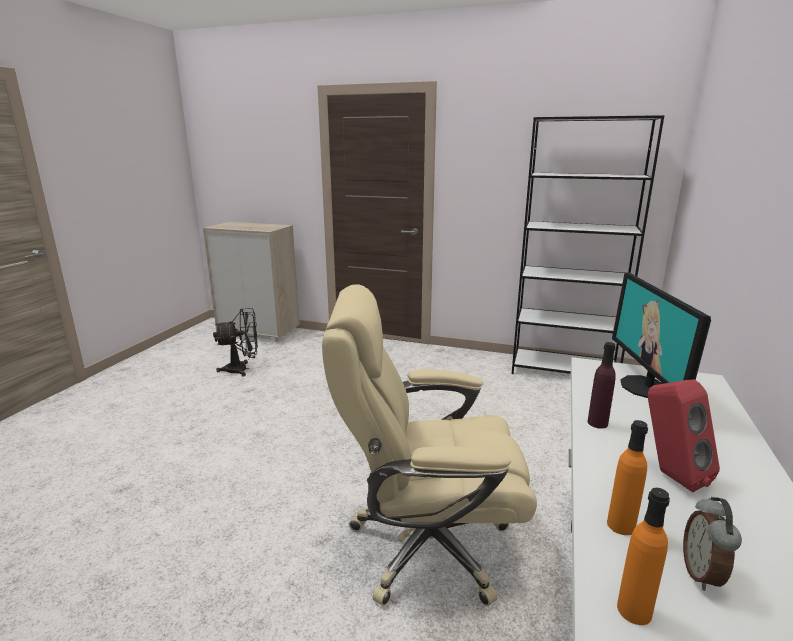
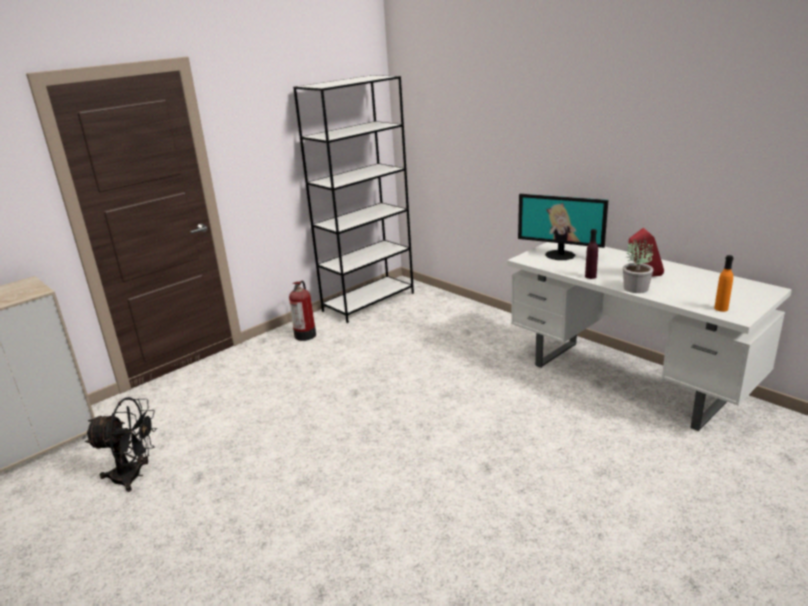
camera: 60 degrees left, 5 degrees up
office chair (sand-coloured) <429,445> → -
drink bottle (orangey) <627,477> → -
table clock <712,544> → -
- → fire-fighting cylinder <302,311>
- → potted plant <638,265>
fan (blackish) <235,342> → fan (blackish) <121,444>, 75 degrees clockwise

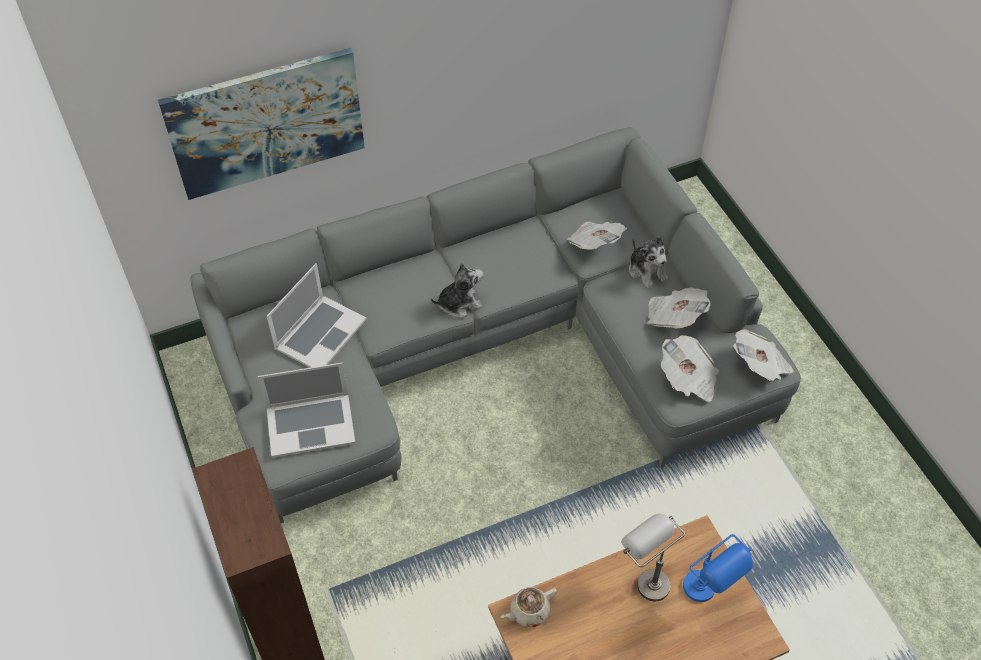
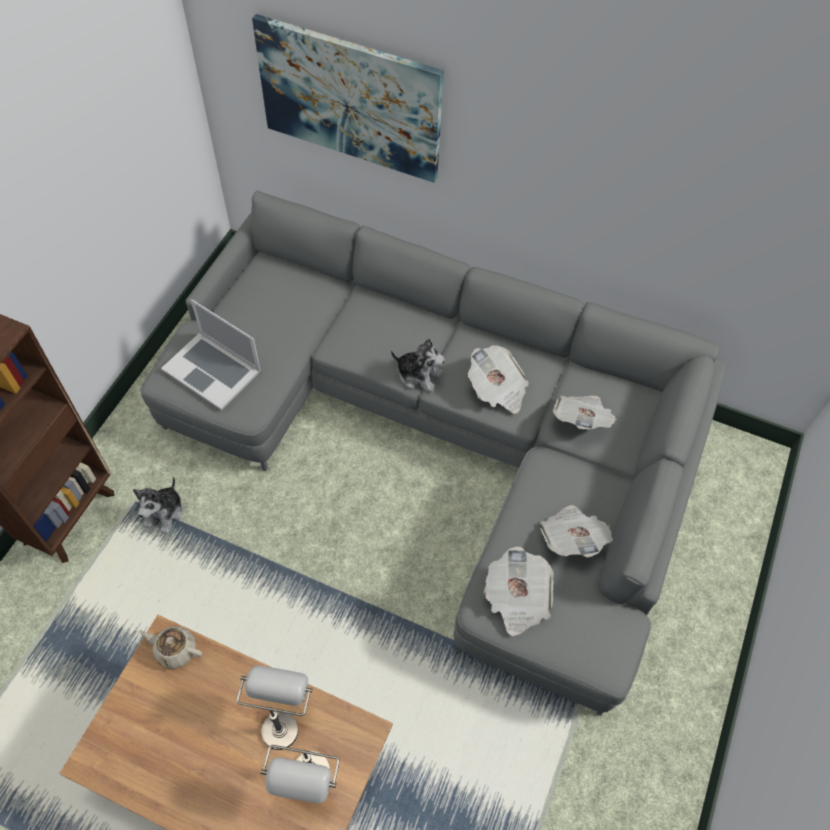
camera: 45 degrees right, 5 degrees up
notebook computer <317,315> → -
plush toy <648,262> → plush toy <158,505>, relocated
daily paper <763,355> → daily paper <498,379>, relocated
lamp for a table (bluish) <718,568> → lamp for a table (grey) <299,774>

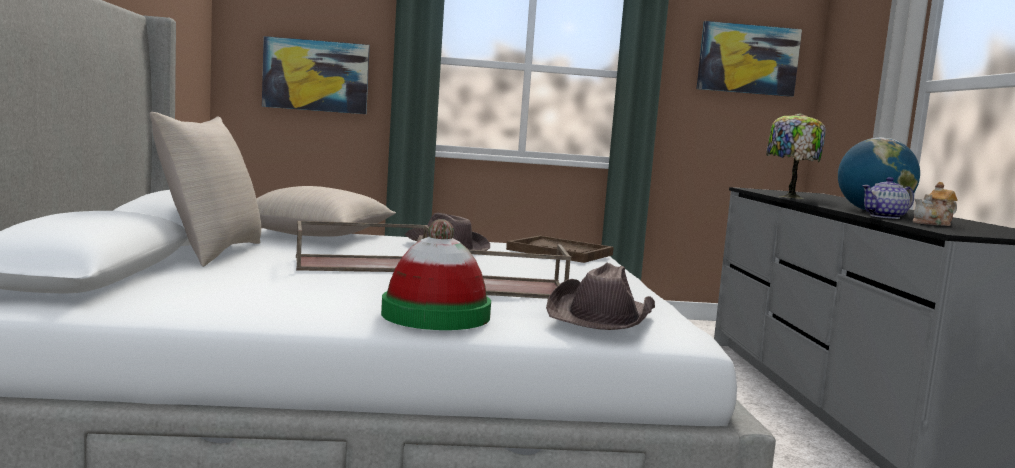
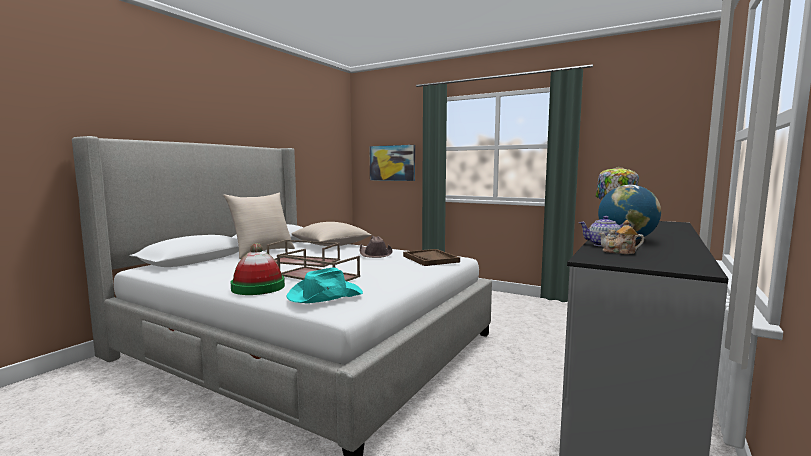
camera: 35 degrees right, 0 degrees up
wall picture <749,59> → -
hat (brown) <600,296> → hat (turquoise) <324,285>

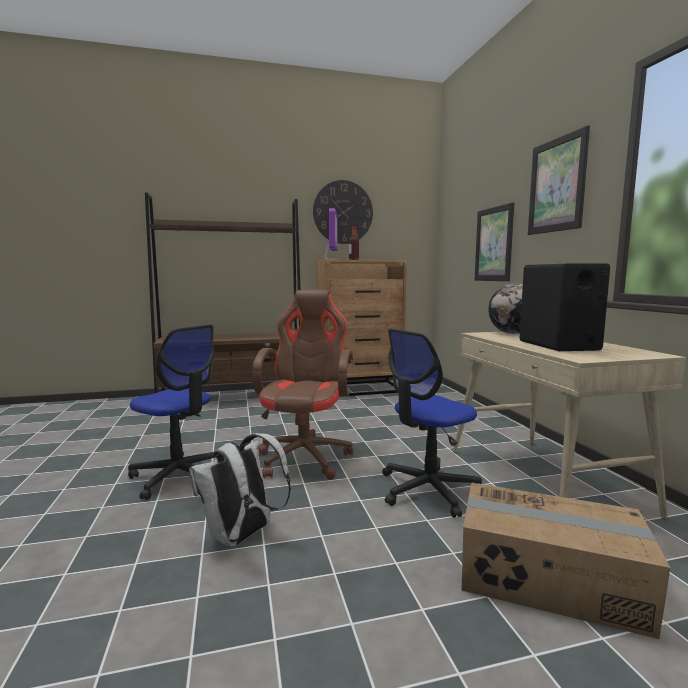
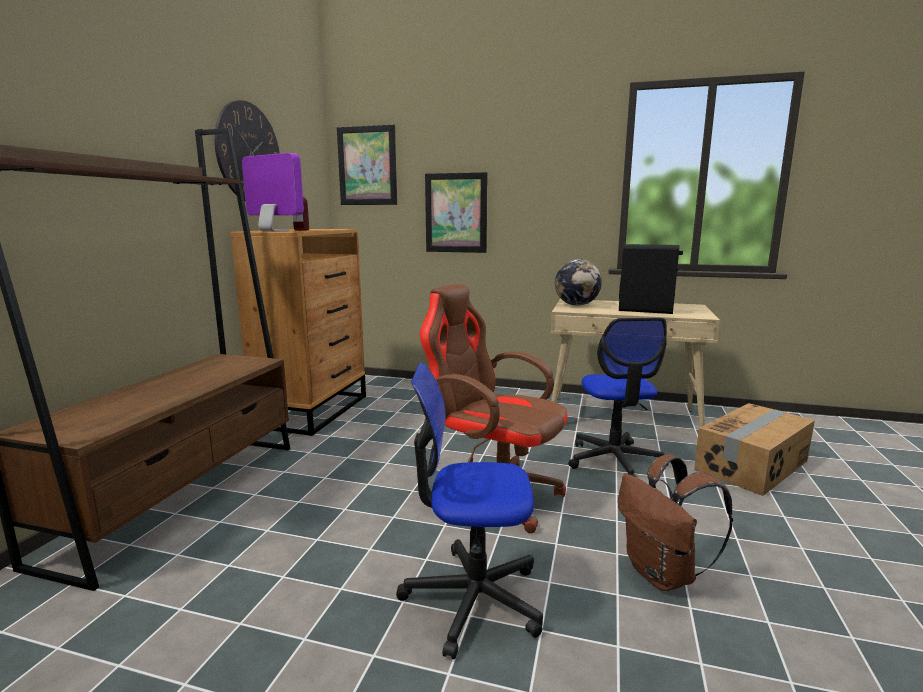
camera: 60 degrees left, 5 degrees up
wall picture <559,180> → wall picture <367,165>, relocated
backpack (white-coloured) <240,490> → backpack (brown) <675,522>
office chair <171,412> → office chair <469,510>, 150 degrees counterclockwise

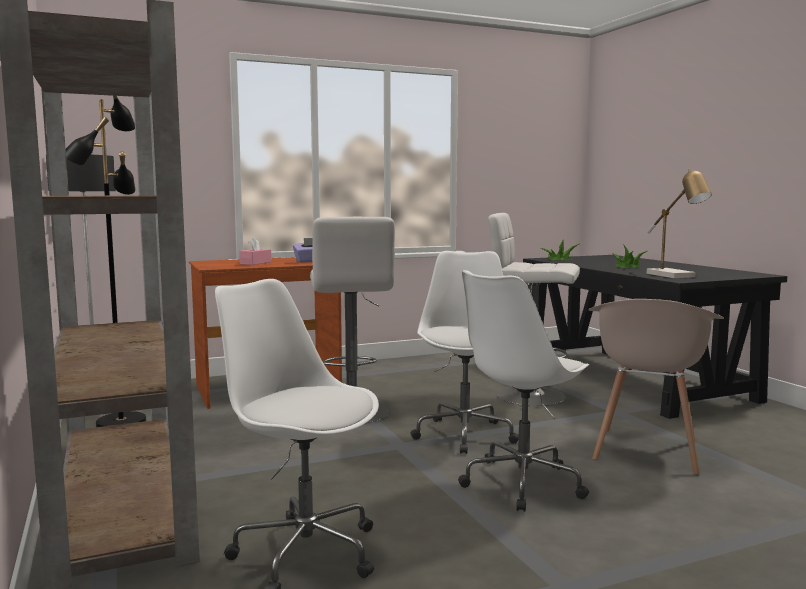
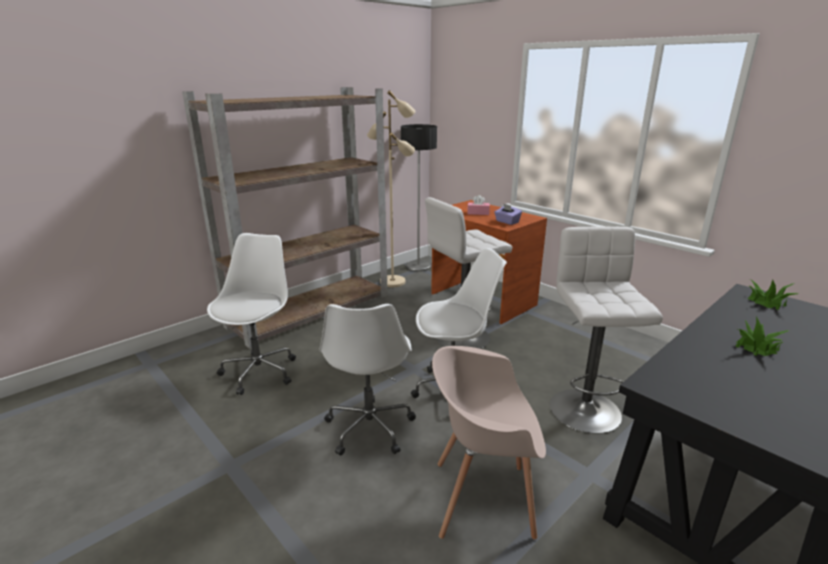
camera: 70 degrees right, 15 degrees up
lamp for a table <679,223> → -
floor lamp (blackish) <106,261> → floor lamp (sand-coloured) <391,188>
office chair (white-coloured) <523,390> → office chair (white-coloured) <367,380>, 120 degrees counterclockwise

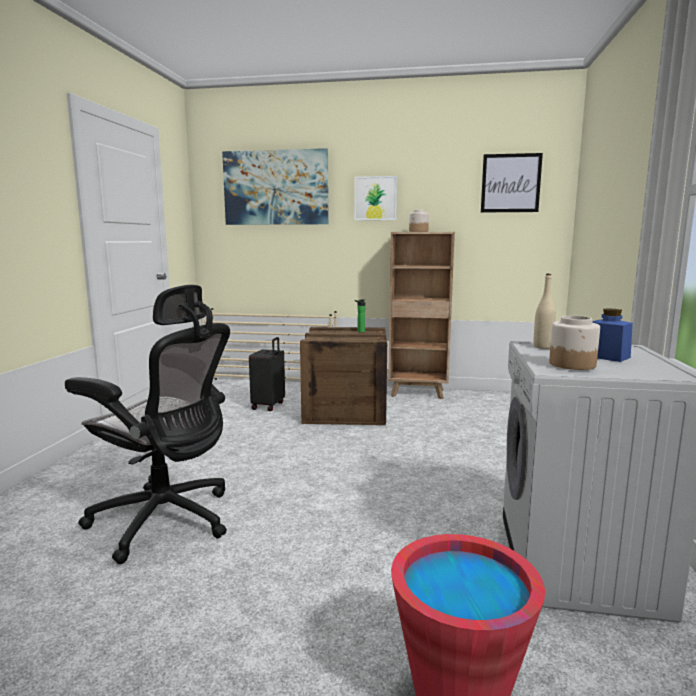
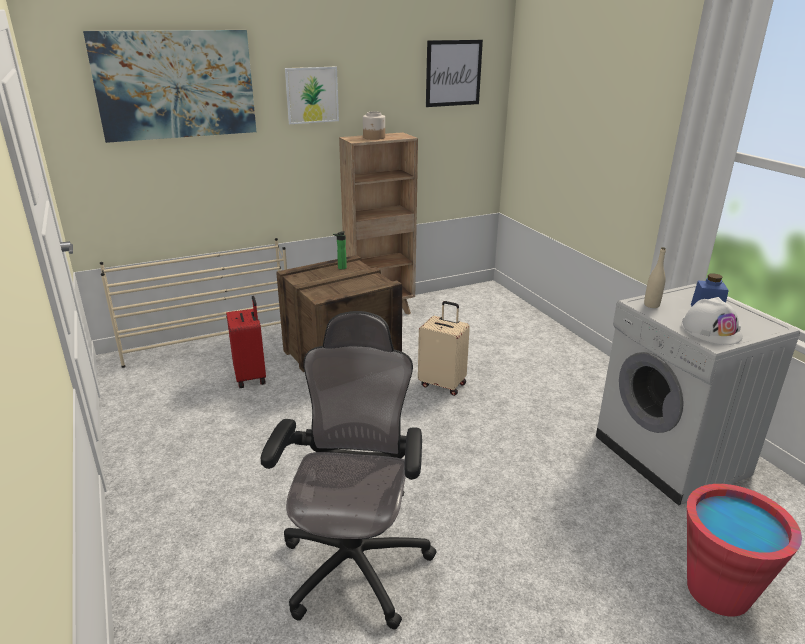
camera: 35 degrees left, 15 degrees up
- → suitcase (sand-coloured) <444,348>
preserve jar <574,343> → work helmet (white-coloured) <712,321>
suitcase (blackish) <267,374> → suitcase (red) <246,342>
office chair <147,424> → office chair <348,470>, 75 degrees counterclockwise

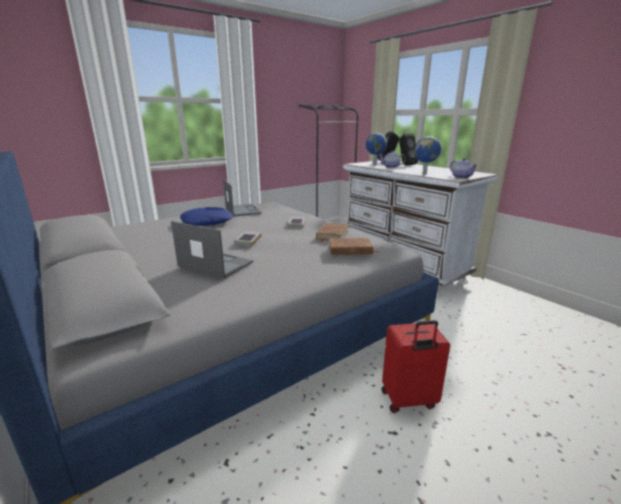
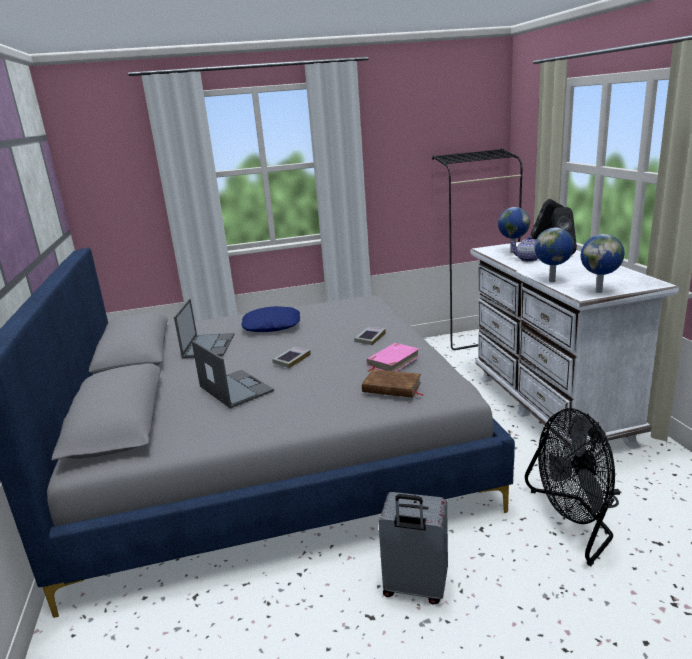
camera: 25 degrees right, 0 degrees up
- → fan (blackish) <573,487>
notebook computer <242,198> → notebook computer <204,328>, relocated
tea pot <464,168> → world globe <602,263>
volume (brown) <332,232> → volume (pink-coloured) <393,357>
suitcase (red) <415,366> → suitcase (grey) <413,548>

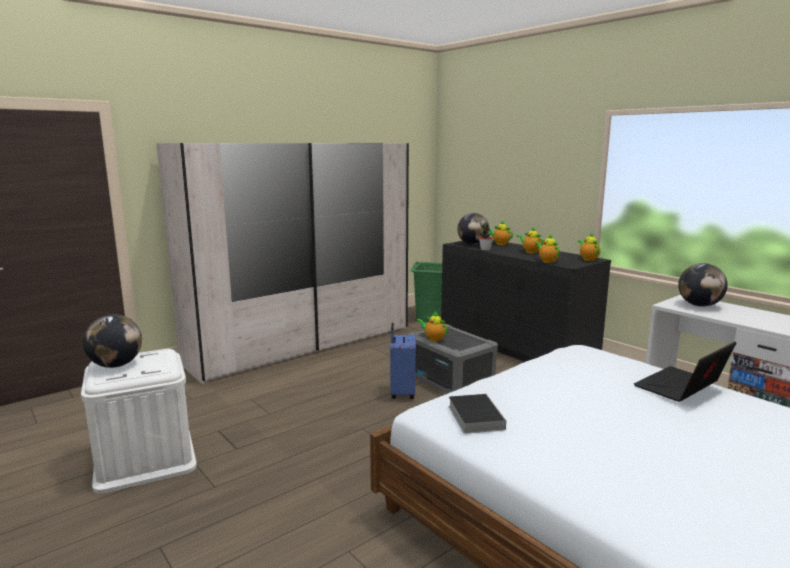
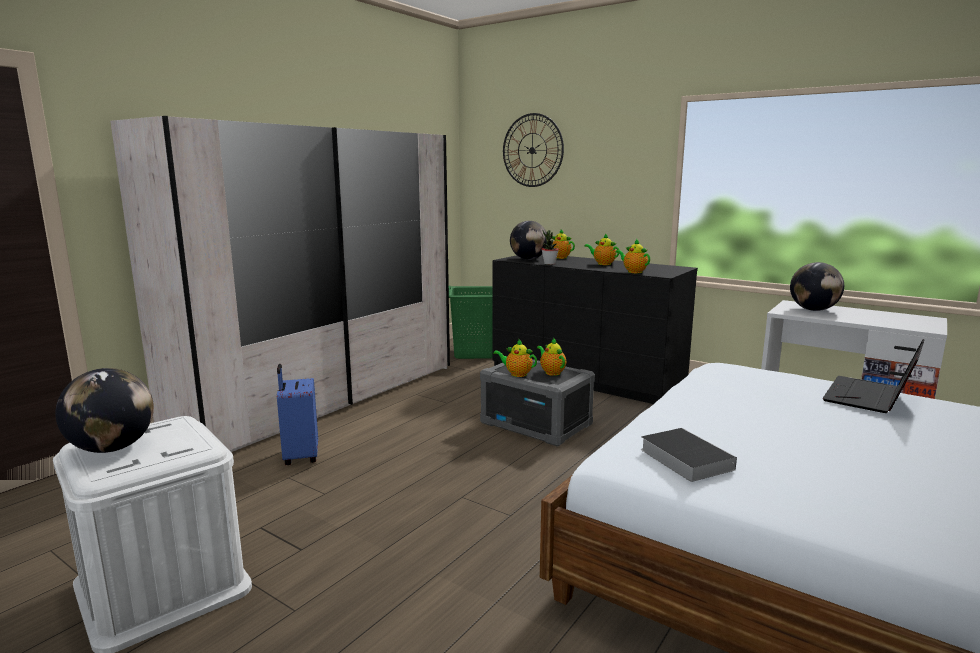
camera: 15 degrees left, 0 degrees up
- → hanging clock <533,150>
suitcase (bluish) <403,361> → suitcase (bluish) <297,414>, relocated
tea pot <589,246> → tea pot <551,356>, relocated

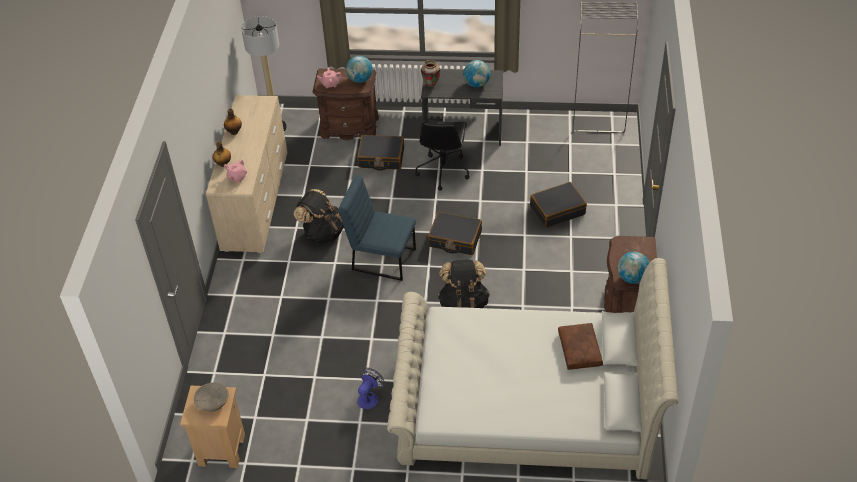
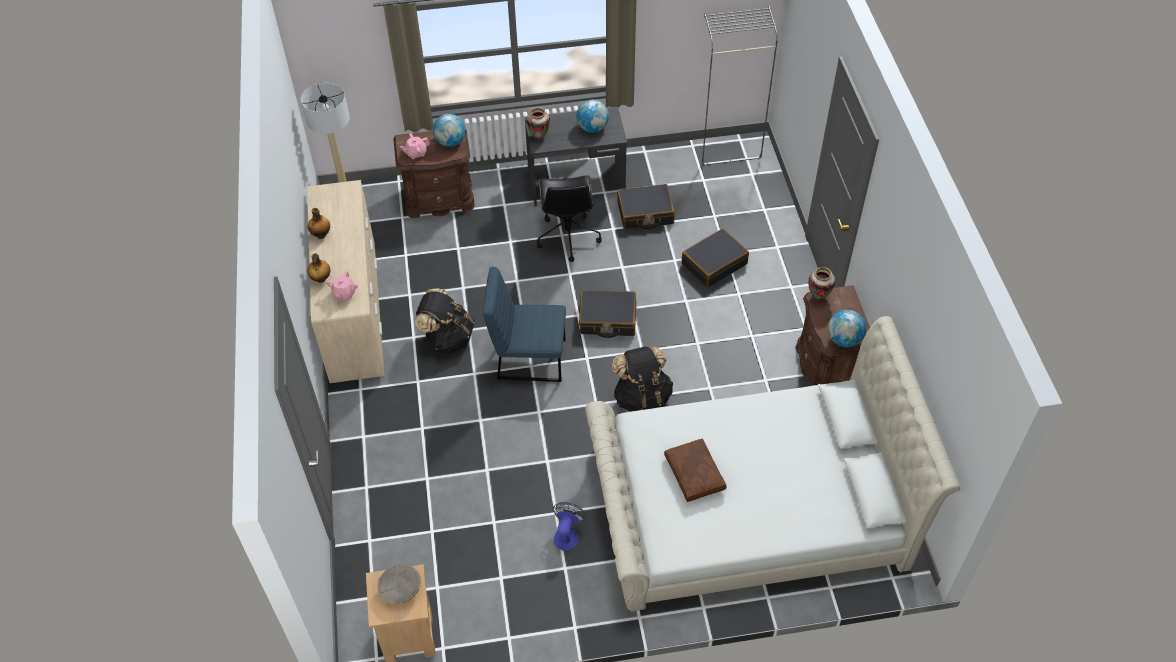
camera: 15 degrees left, 5 degrees up
- → decorative vase <821,283>
suitcase (blackish) <380,153> → suitcase (blackish) <646,206>, relocated
cushion (brown) <580,346> → cushion (brown) <695,470>, relocated

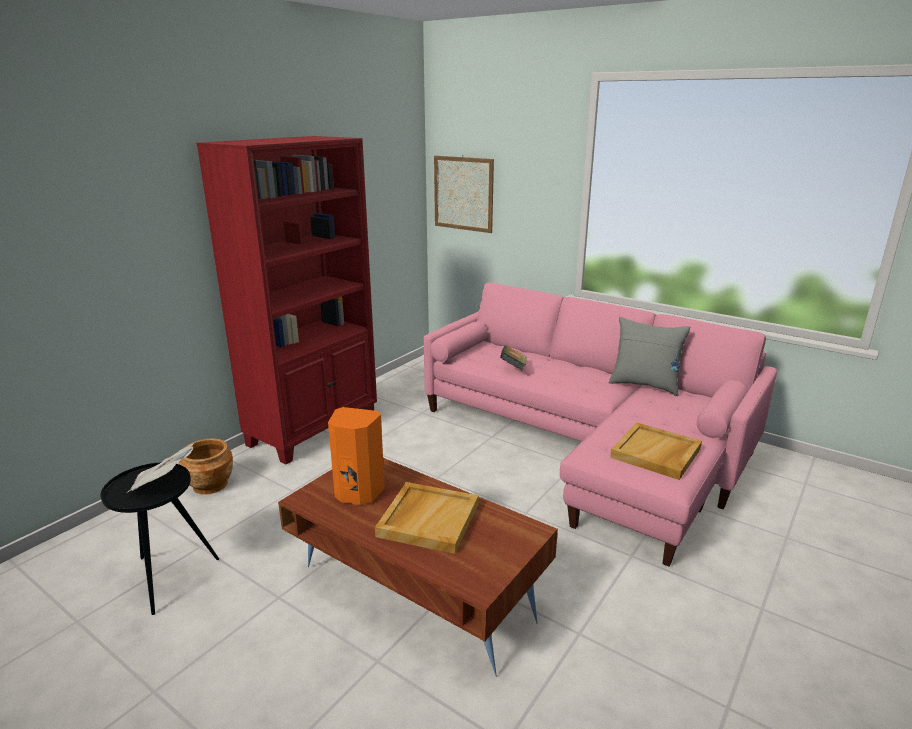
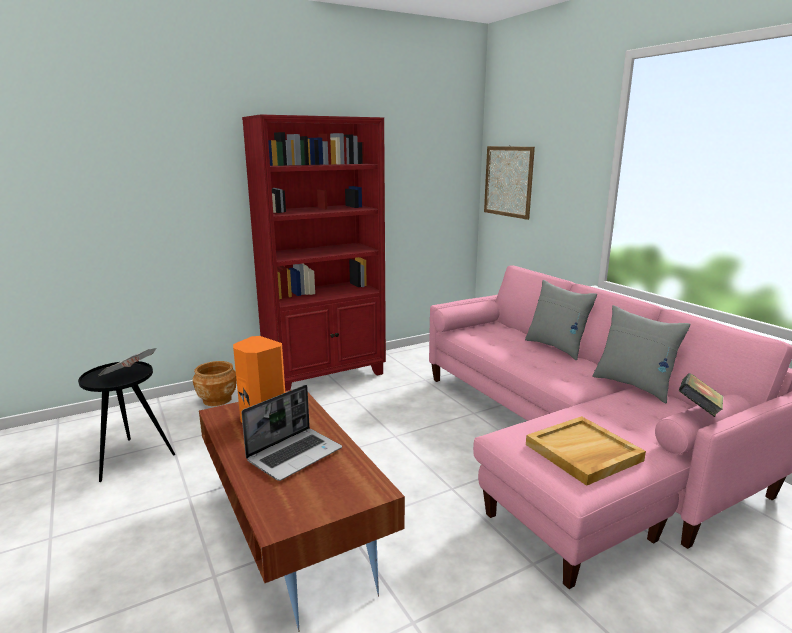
camera: 25 degrees right, 5 degrees down
- → cushion (grey) <561,320>
volume <513,358> → volume <701,395>, relocated
serving tray (sand-coloured) <427,518> → notebook computer <291,433>

